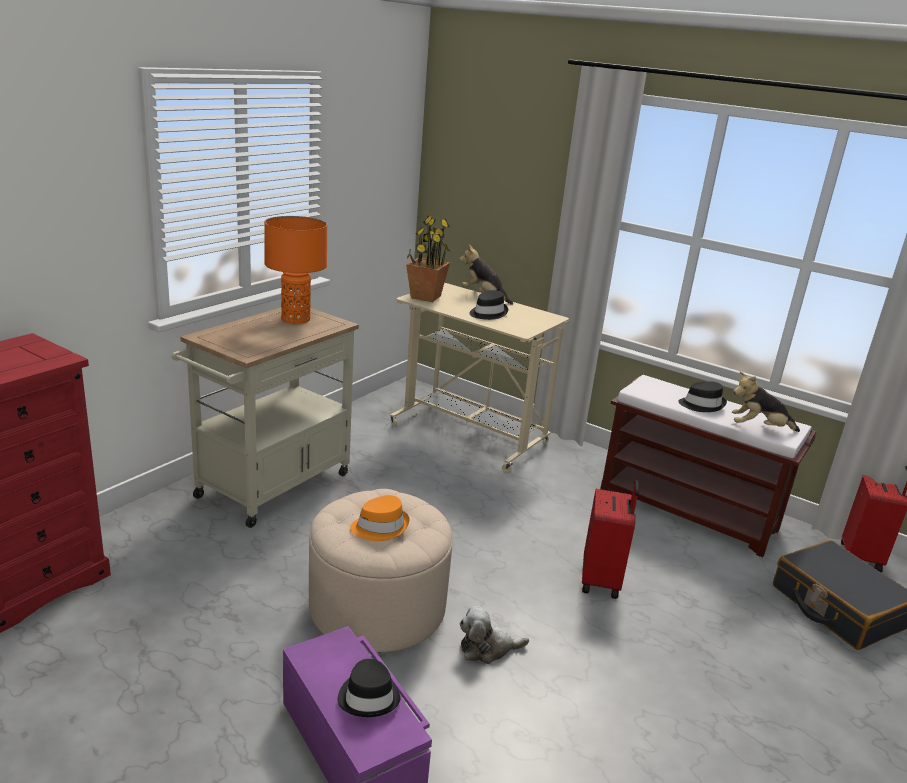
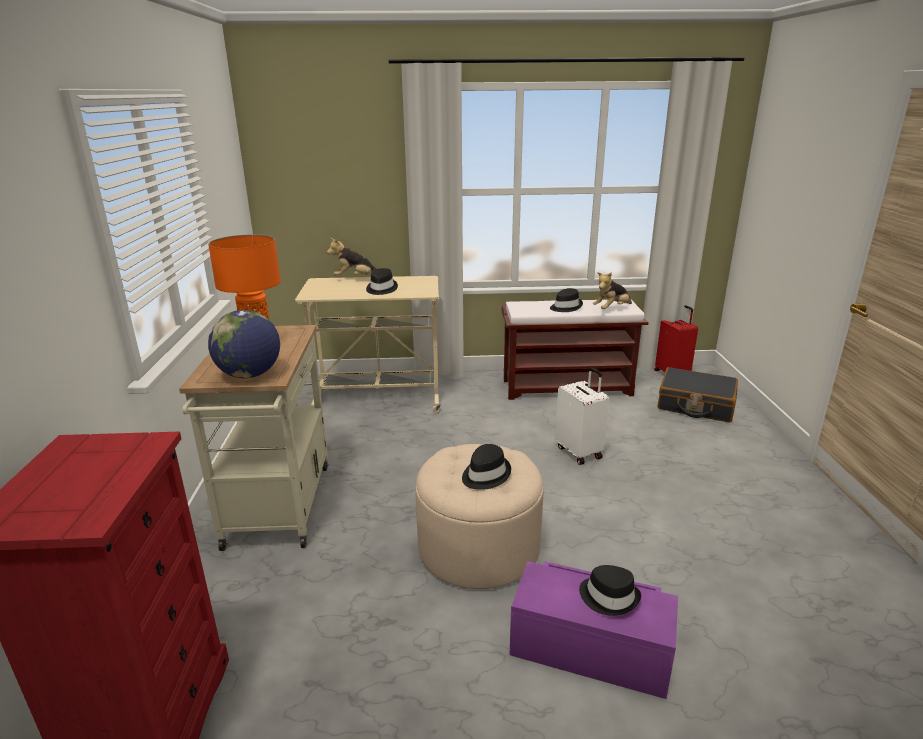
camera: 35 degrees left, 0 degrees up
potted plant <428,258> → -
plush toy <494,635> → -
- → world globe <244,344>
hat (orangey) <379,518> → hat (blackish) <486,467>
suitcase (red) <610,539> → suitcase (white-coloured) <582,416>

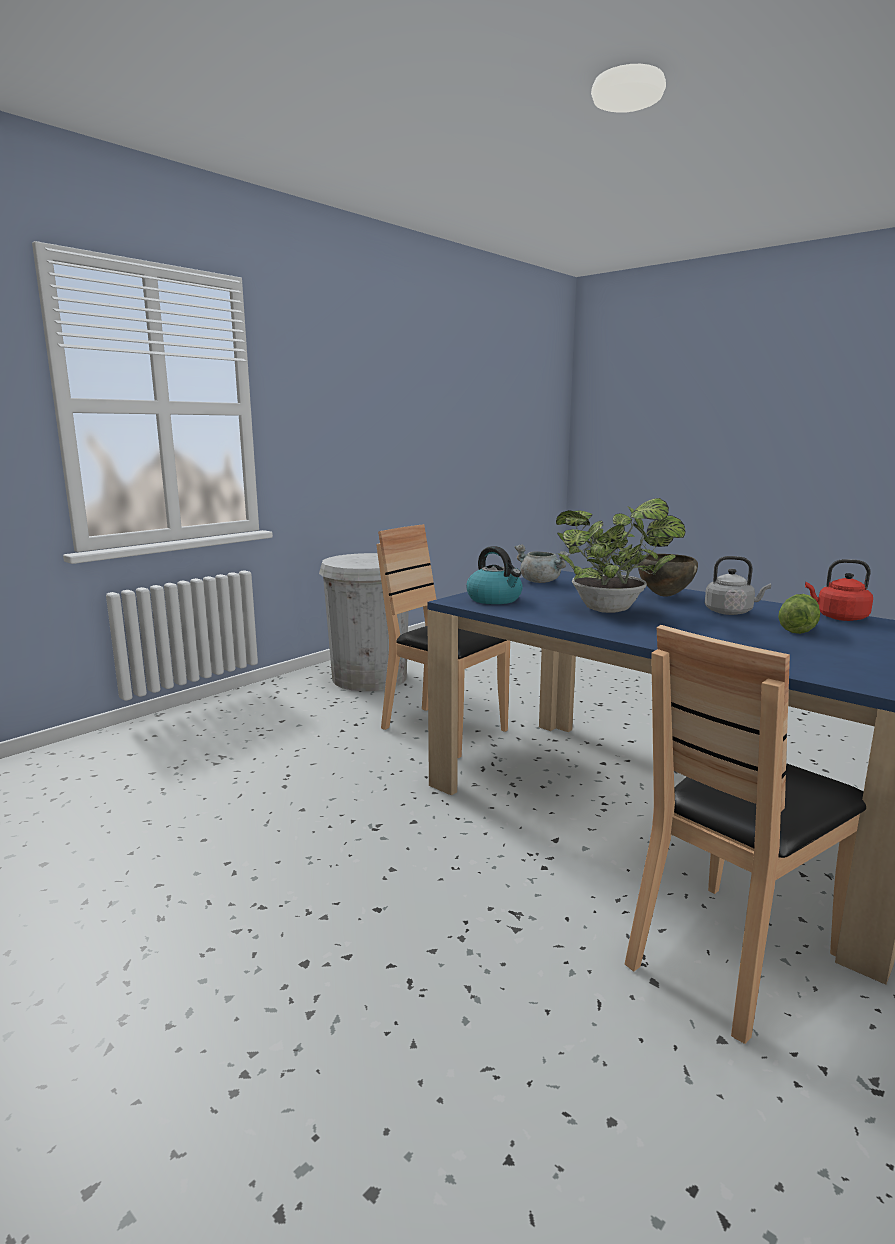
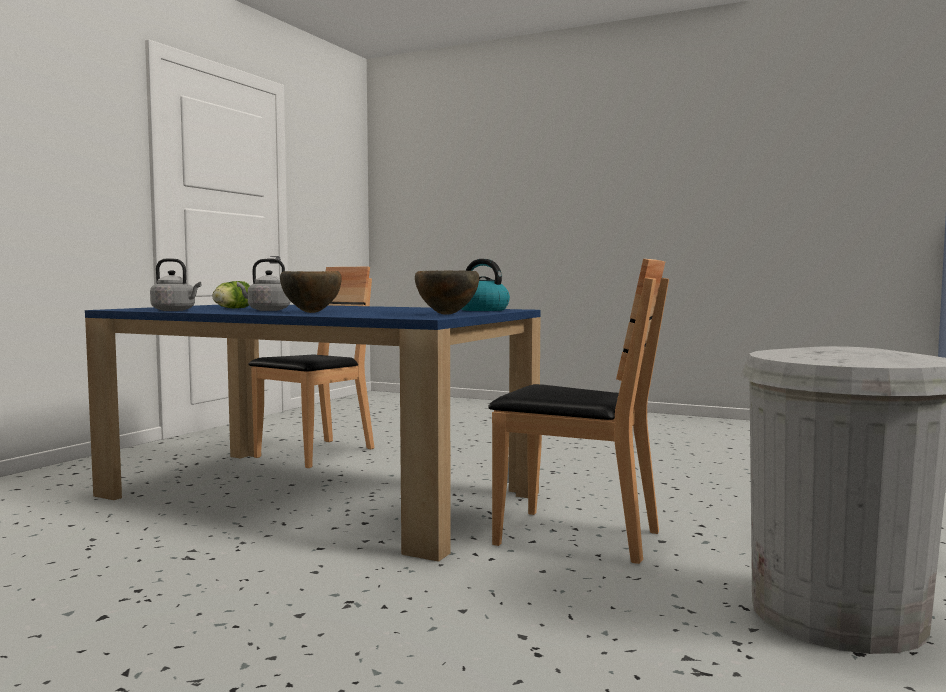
camera: 165 degrees right, 10 degrees down
potted plant <621,555> → -
saucepot (grey) <542,563> → serving bowl (brown) <447,293>
kettle (red) <839,590> → kettle (grey) <175,284>

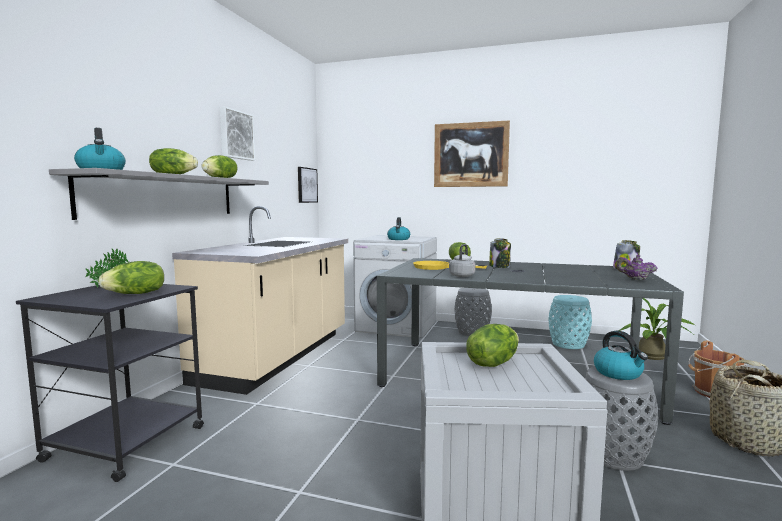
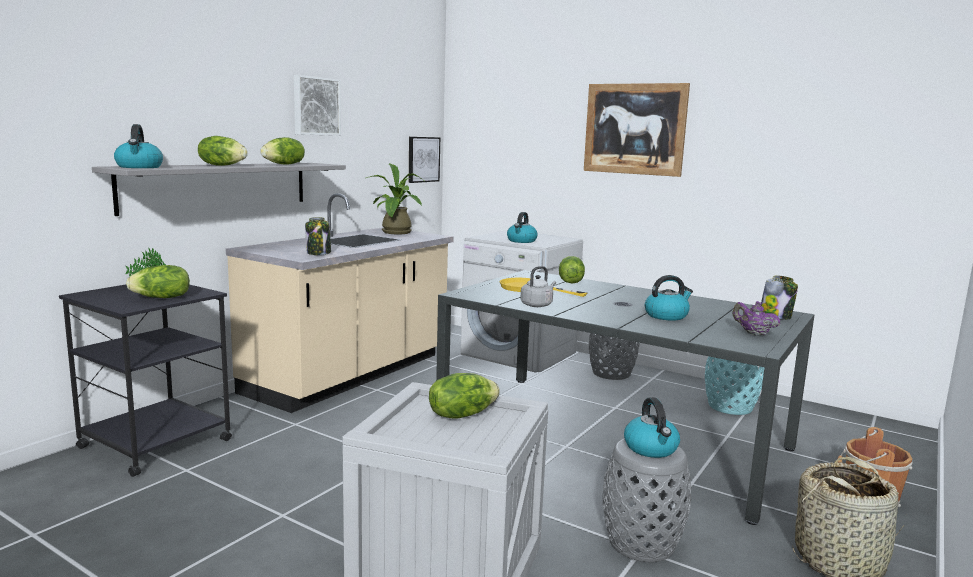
camera: 15 degrees right, 5 degrees up
- → kettle <669,298>
preserve jar <500,253> → preserve jar <318,236>, relocated
potted plant <656,329> → potted plant <394,198>, relocated

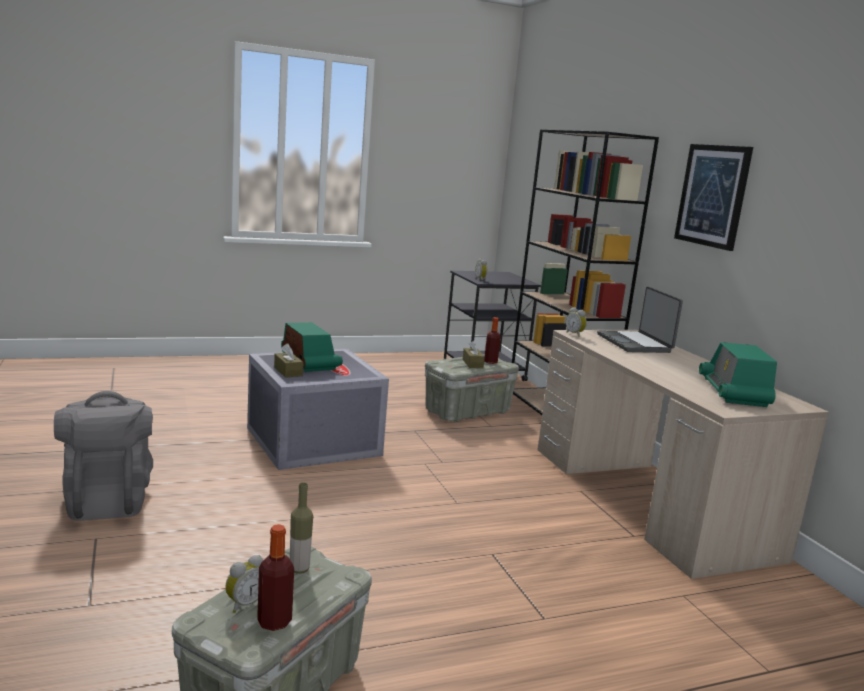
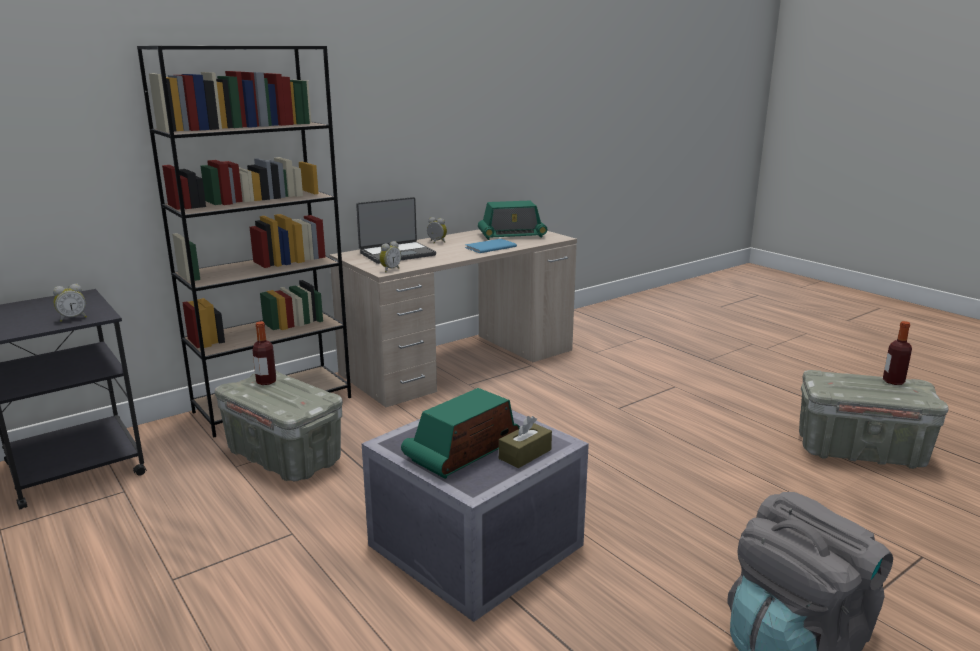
camera: 105 degrees left, 5 degrees up
drink bottle <301,528> → -
box of tissues (brown) <474,354> → -
wall picture <713,197> → -
- → volume (bluish) <491,246>
table clock <244,584> → table clock <437,230>, relocated

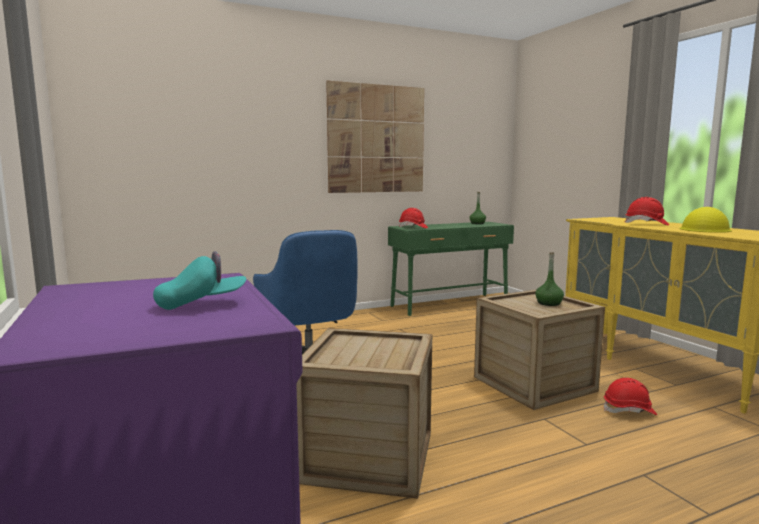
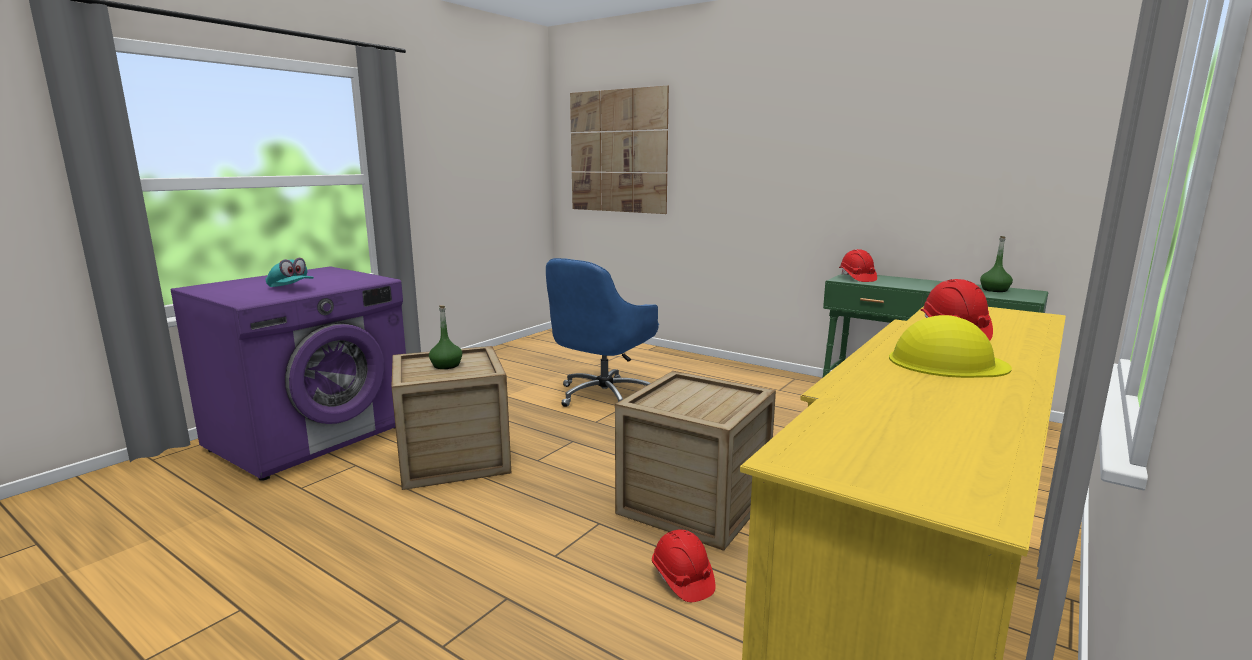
camera: 60 degrees right, 5 degrees up
wall picture <375,137> → wall picture <619,150>, relocated
drink bottle (greenish) <549,279> → drink bottle (greenish) <445,337>, relocated

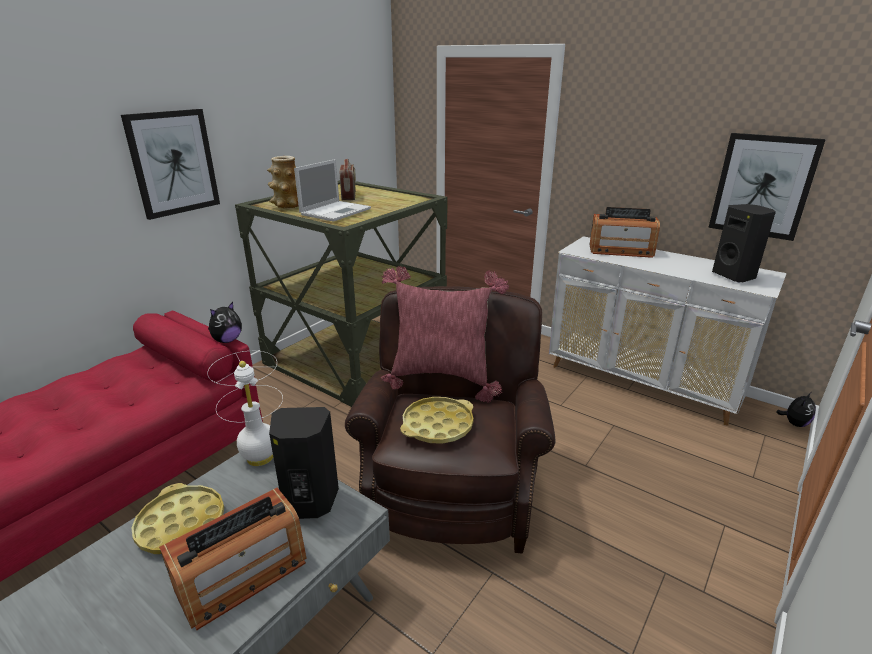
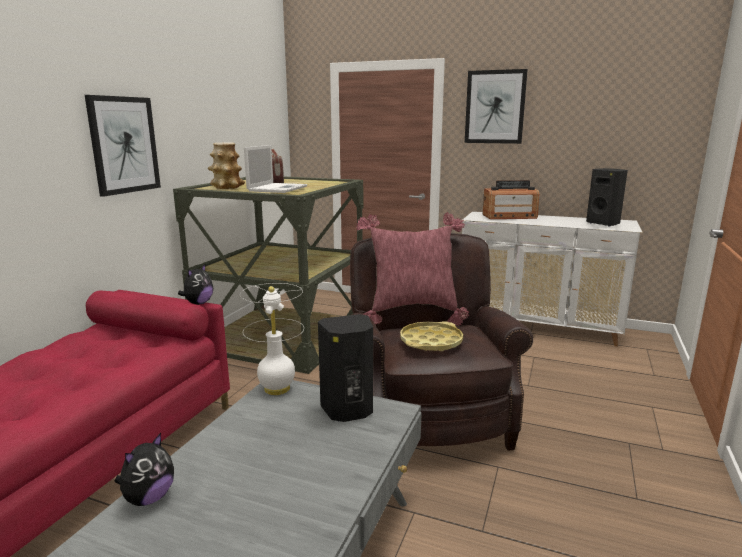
camera: 15 degrees left, 10 degrees down
serving tray (yellowish) <177,518> → -
radio receiver <233,559> → -
wall picture <767,187> → wall picture <496,106>, relocated
plush toy <796,409> → plush toy <144,469>, relocated

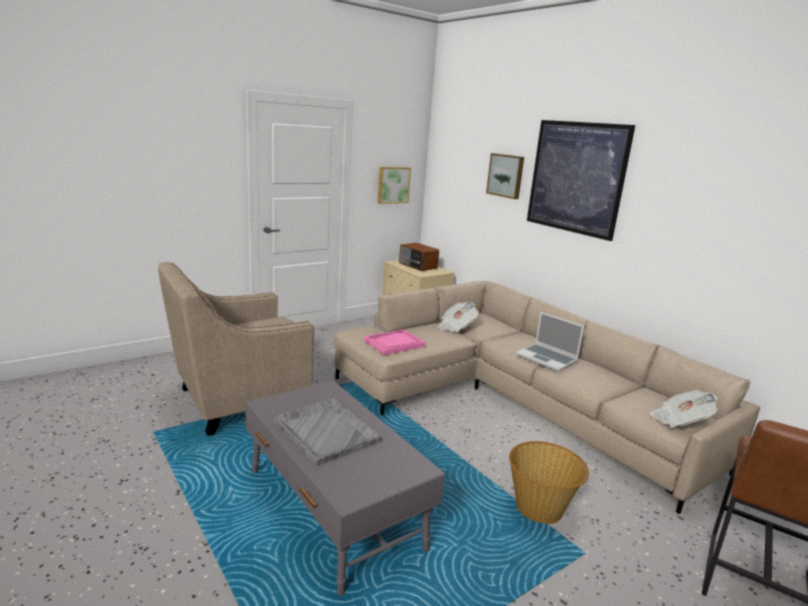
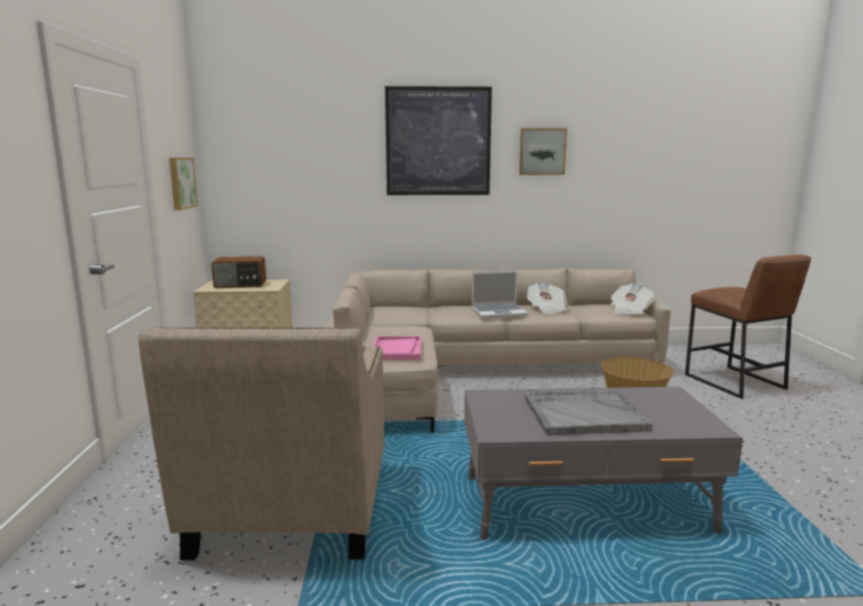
camera: 55 degrees left, 5 degrees down
daily paper <458,317> → daily paper <547,298>, relocated
wall picture <505,176> → wall picture <543,151>, relocated

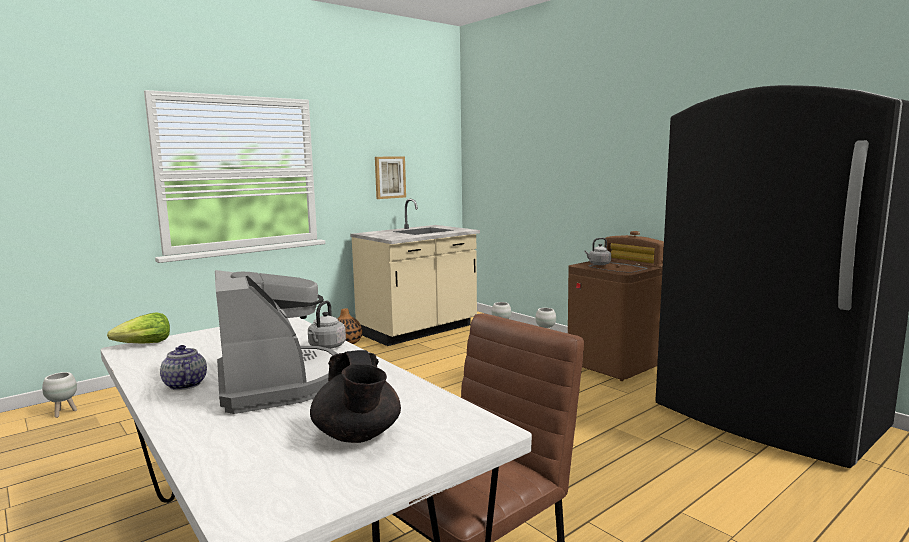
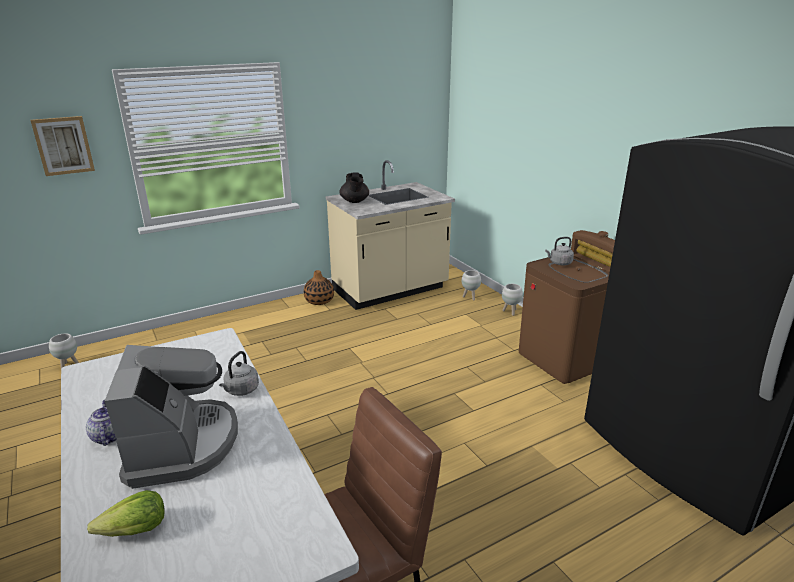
camera: 10 degrees right, 15 degrees up
head of lettuce <138,328> → head of lettuce <125,513>, relocated
tea pot (blackish) <355,396> → tea pot (blackish) <354,188>, relocated
wall picture <390,177> → wall picture <62,146>, relocated

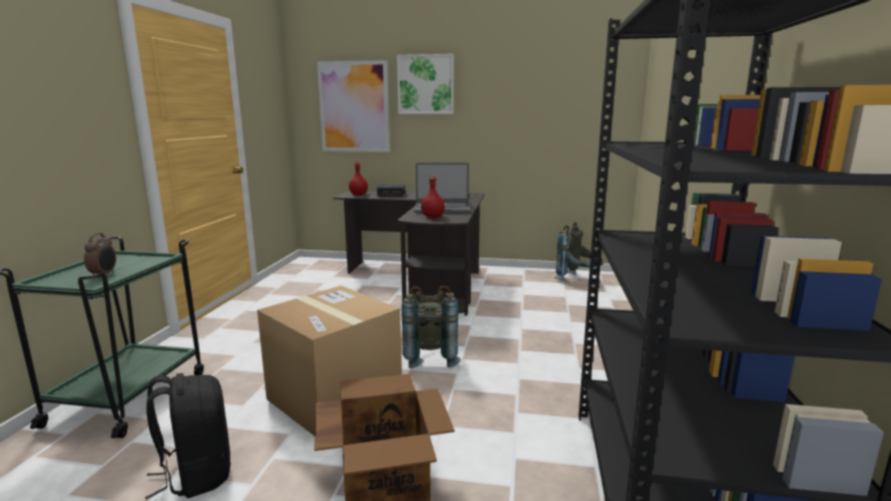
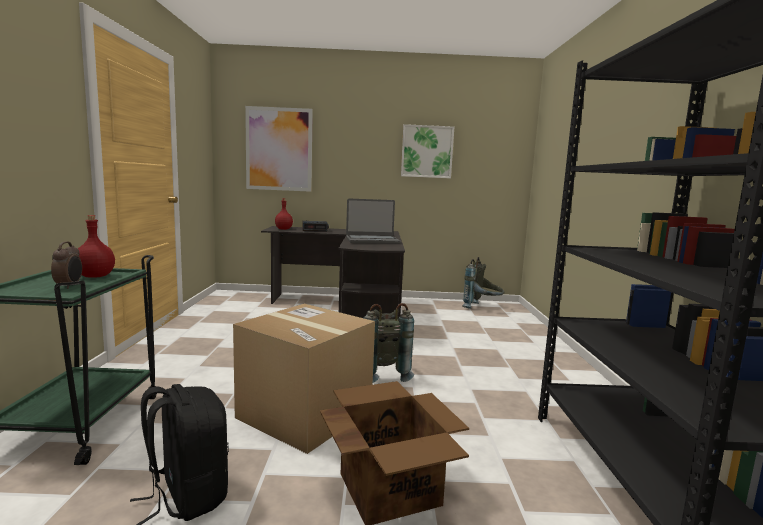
camera: 10 degrees left, 5 degrees down
wall picture <425,84> → wall picture <427,151>, relocated
drink bottle (red) <433,196> → drink bottle (red) <96,246>, relocated

